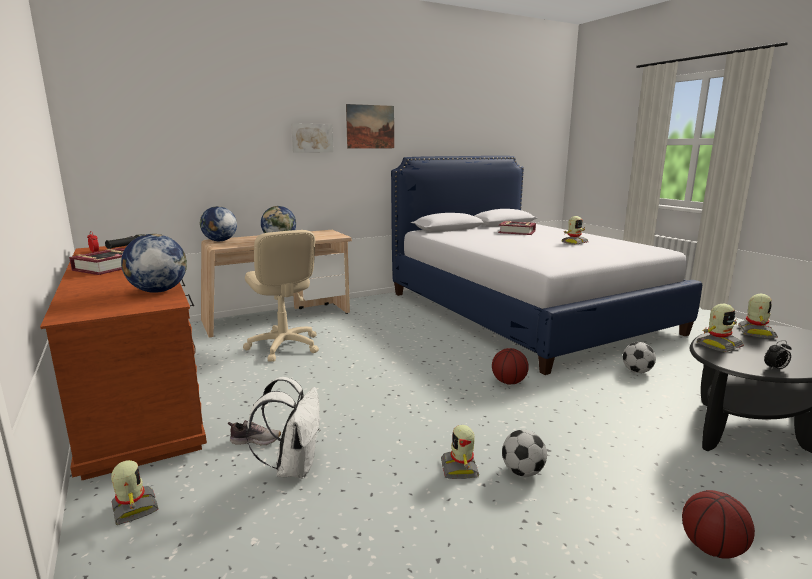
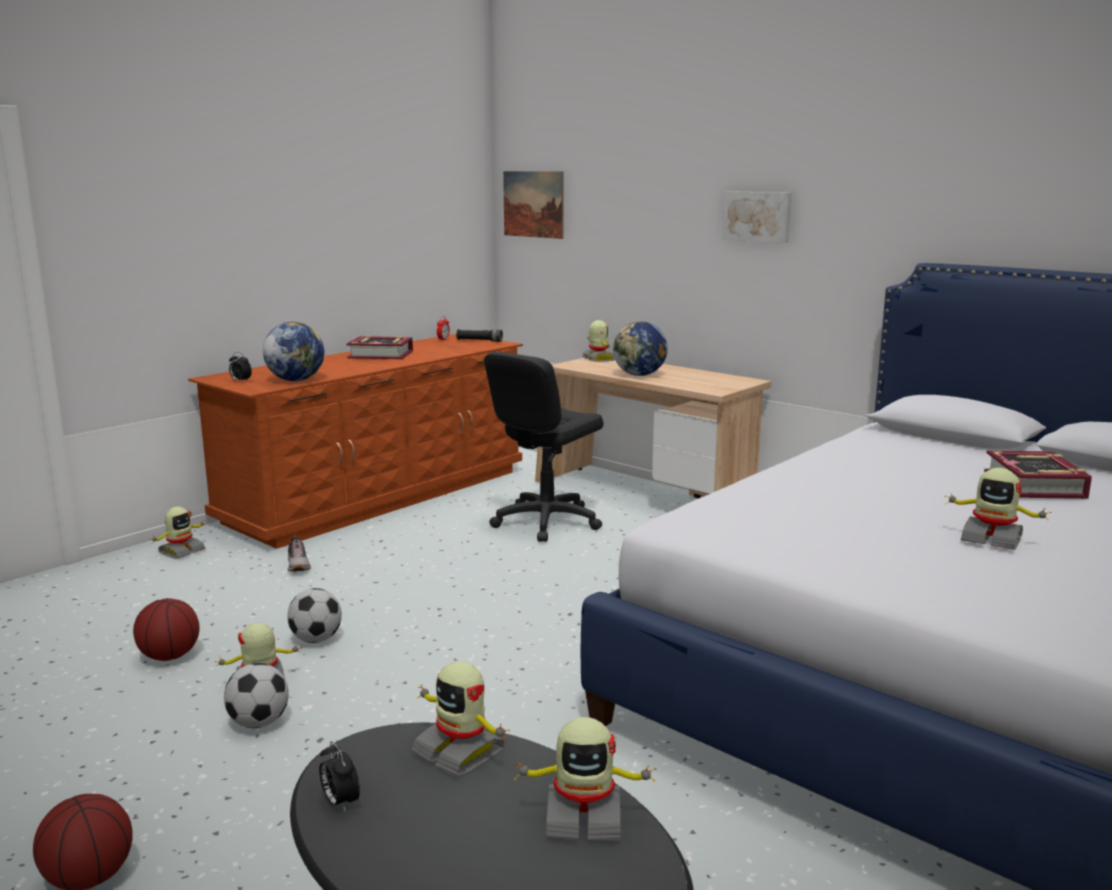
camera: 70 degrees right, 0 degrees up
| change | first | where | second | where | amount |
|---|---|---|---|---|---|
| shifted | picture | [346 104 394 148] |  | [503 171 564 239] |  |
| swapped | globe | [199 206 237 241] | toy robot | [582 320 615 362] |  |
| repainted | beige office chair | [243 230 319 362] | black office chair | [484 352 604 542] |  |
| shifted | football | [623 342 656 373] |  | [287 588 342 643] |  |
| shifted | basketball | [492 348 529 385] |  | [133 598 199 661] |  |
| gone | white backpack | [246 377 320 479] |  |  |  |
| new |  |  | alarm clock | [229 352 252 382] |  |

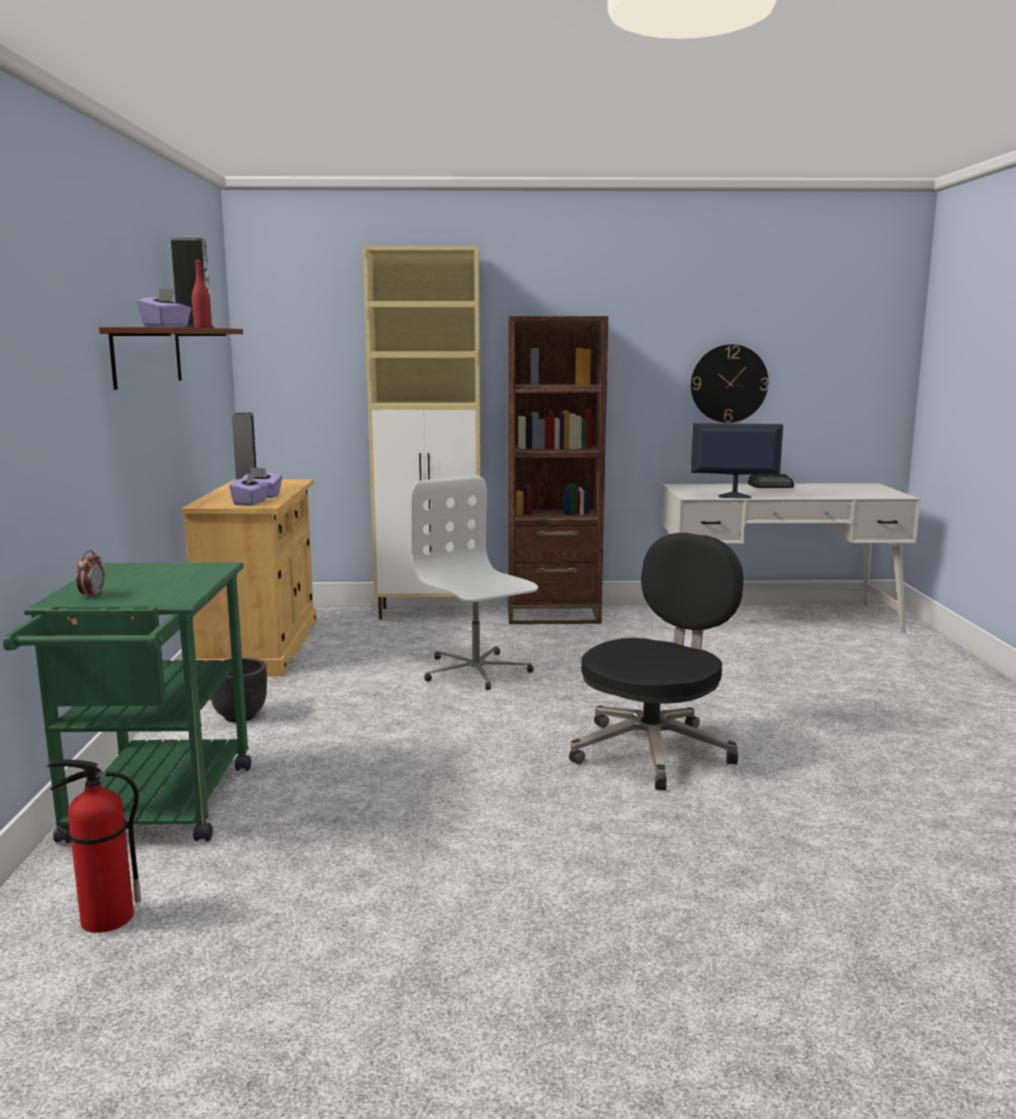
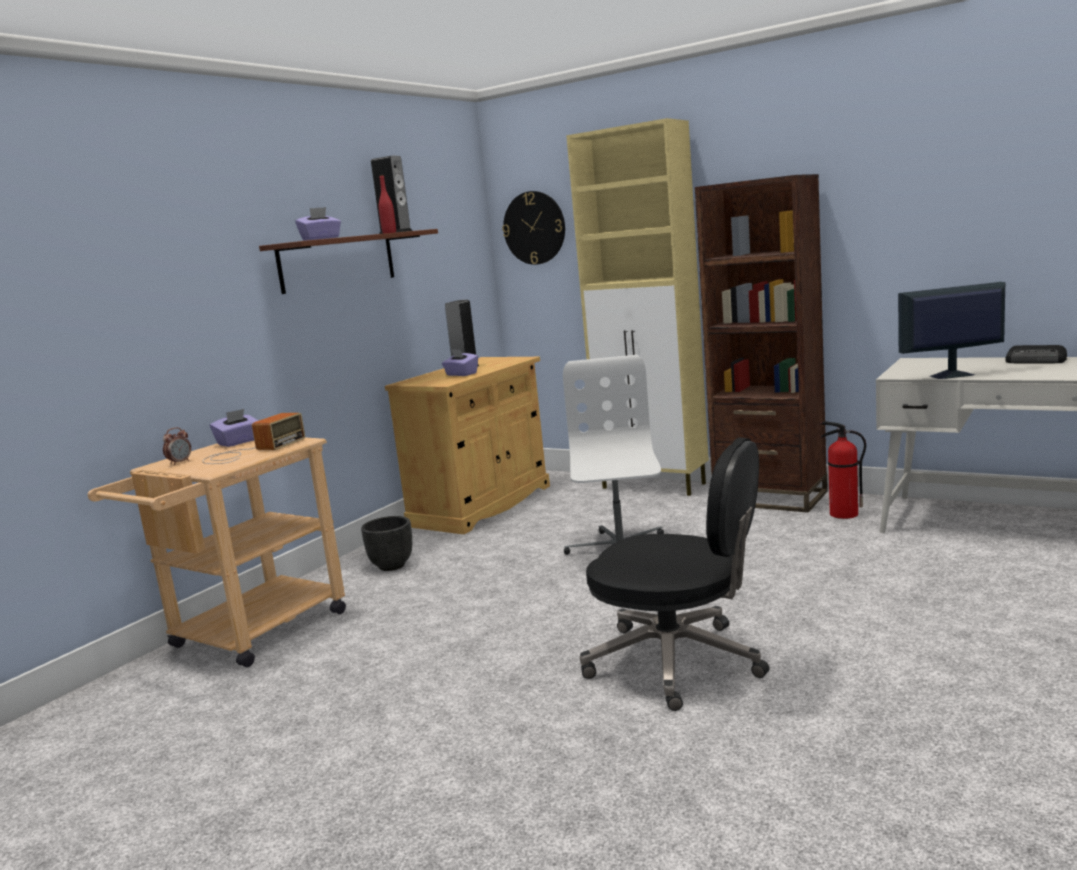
camera: 35 degrees right, 0 degrees up
| change | first | where | second | where | amount |
|---|---|---|---|---|---|
| shifted | wall clock | [691 344 768 423] |  | [502 191 565 265] |  |
| rotated | monitor | [691 423 783 498] |  | [898 282 1005 379] | 45 degrees counterclockwise |
| shifted | purple tissue box | [229 472 269 506] |  | [210 409 259 447] |  |
| rotated | black office chair | [569 533 743 790] |  | [580 437 770 711] | 45 degrees clockwise |
| repainted | green cart | [3 562 251 843] | beige cart | [88 438 346 667] |  |
| shifted | fire extinguisher | [47 759 141 933] |  | [820 422 866 519] |  |
| new |  |  | radio | [202 413 305 464] |  |

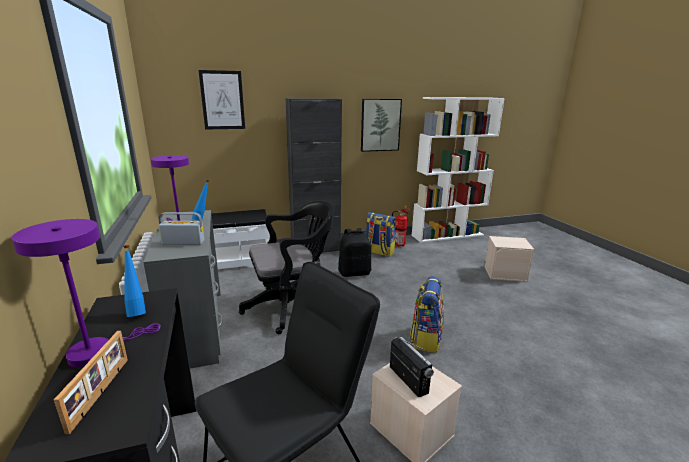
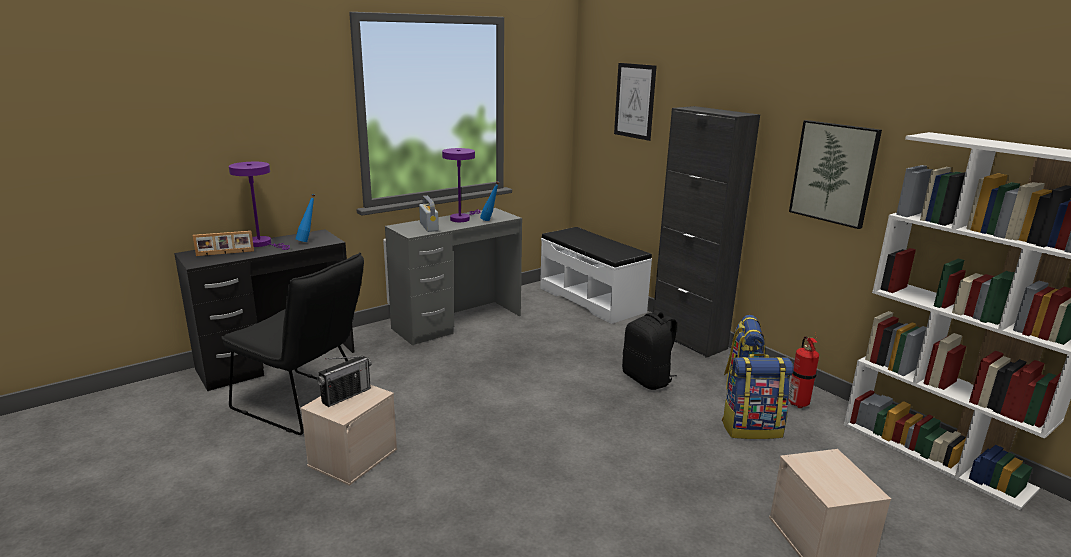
camera: 70 degrees right, 0 degrees up
| change | first | where | second | where | amount |
|---|---|---|---|---|---|
| gone | black office chair | [239 200 334 334] |  |  |  |
| shifted | backpack | [409 276 444 353] |  | [722 354 794 439] |  |

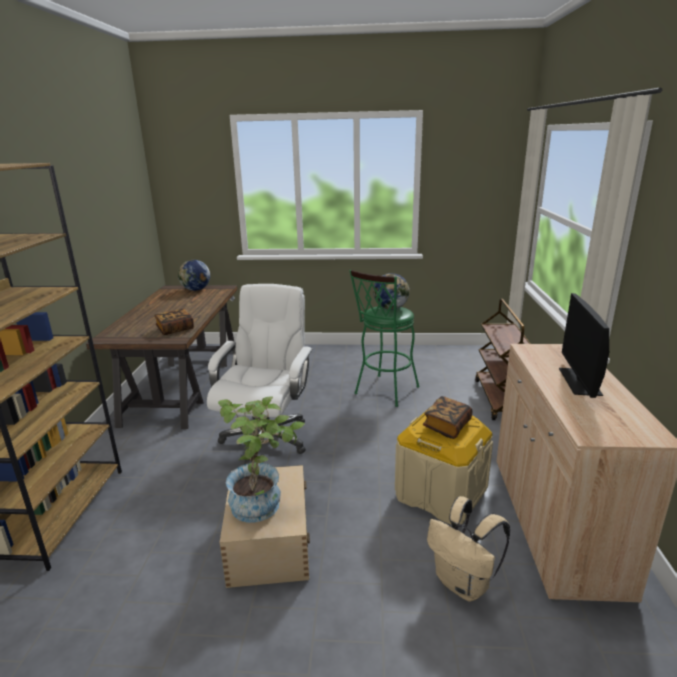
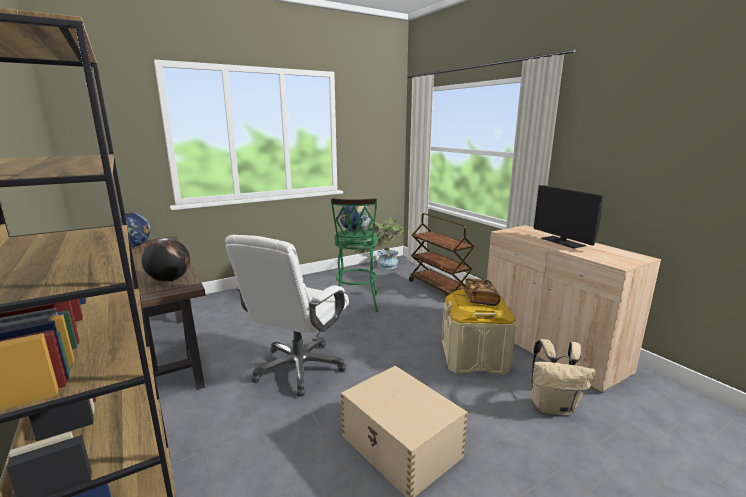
camera: 35 degrees left, 5 degrees down
| change | first | where | second | where | amount |
|---|---|---|---|---|---|
| rotated | white office chair | [207 284 313 465] |  | [225 235 349 397] | 135 degrees counterclockwise |
| swapped | book | [154 309 194 335] | globe | [142 238 190 282] |  |
| shifted | potted plant | [218 396 305 523] |  | [375 218 404 269] |  |

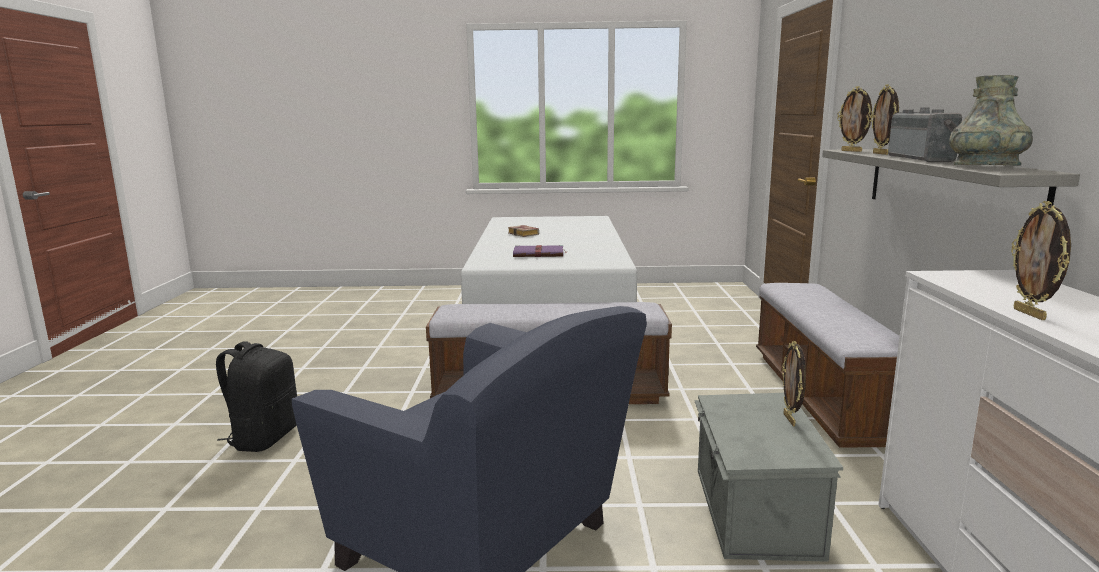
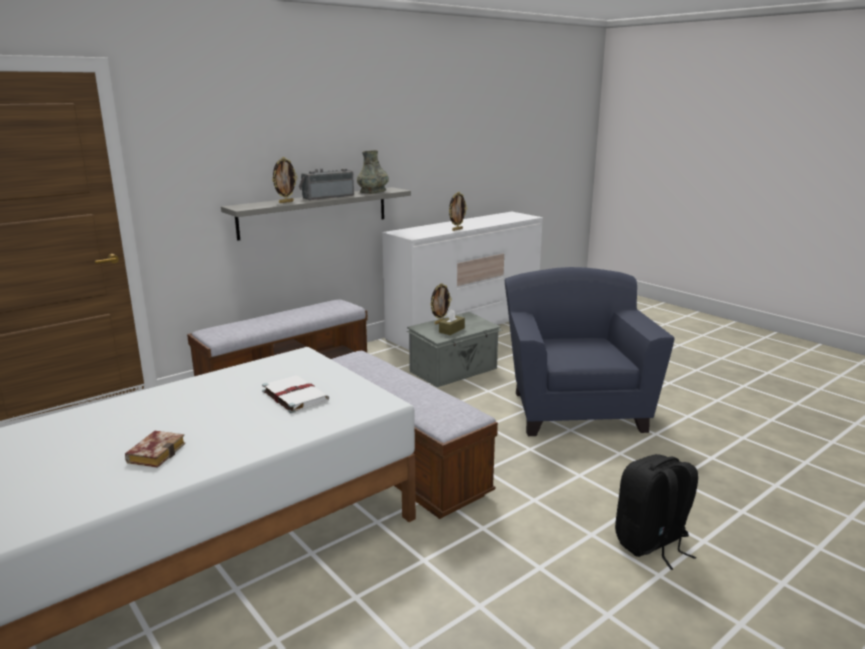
camera: 130 degrees left, 5 degrees up
| change | first | where | second | where | amount |
|---|---|---|---|---|---|
| gone | picture frame | [837 86 873 152] |  |  |  |
| repainted | purple book | [513 245 568 257] | white book | [262 375 329 413] |  |
| new |  |  | brown tissue box | [439 309 465 335] |  |

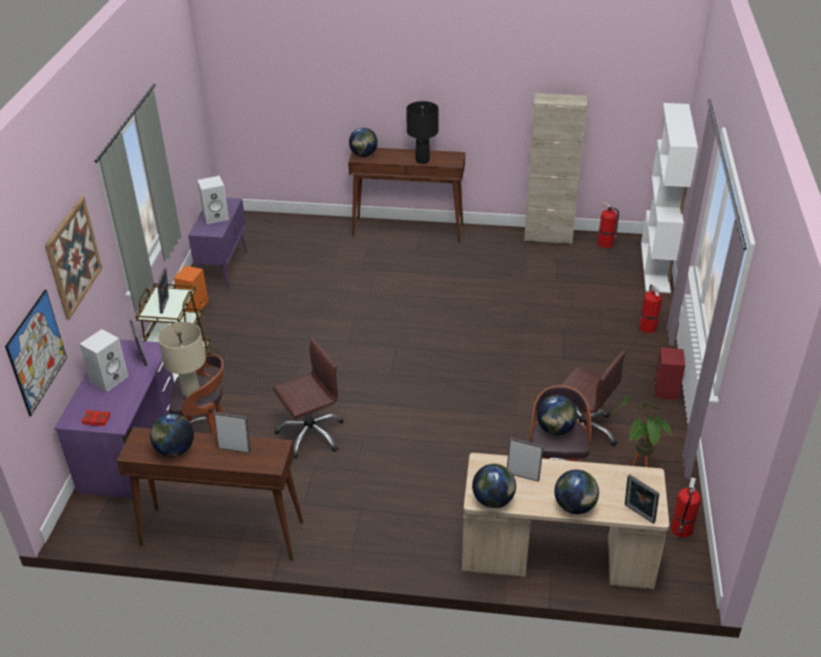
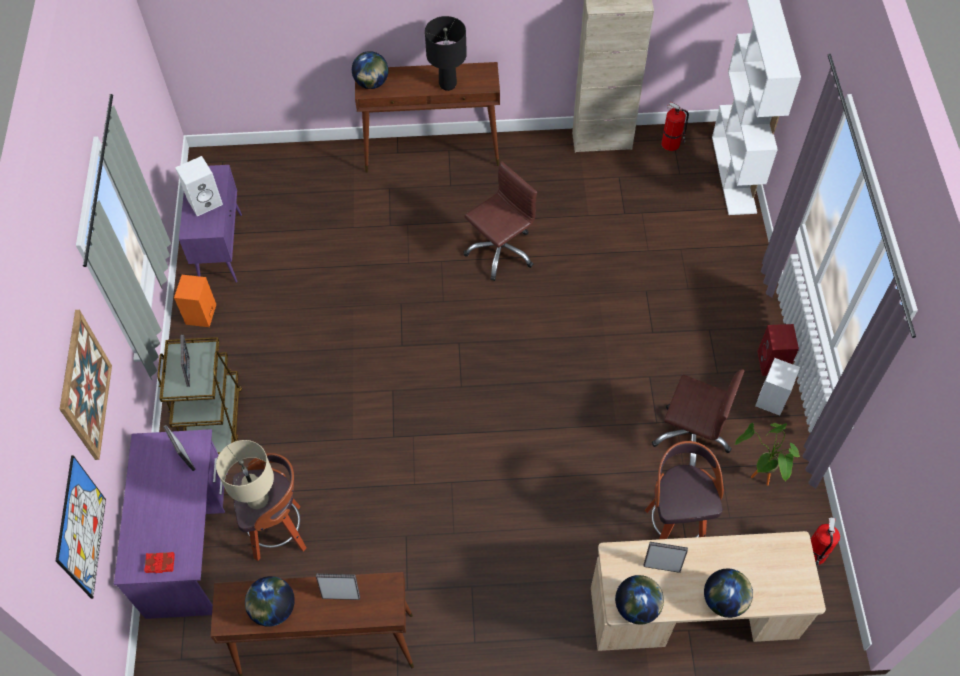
camera: 10 degrees left, 20 degrees up
| change | first | where | second | where | amount |
|---|---|---|---|---|---|
| gone | fire extinguisher | [639 284 662 333] |  |  |  |
| shifted | white speaker | [79 329 128 392] |  | [755 358 800 416] |  |
| shifted | brown office chair | [273 338 344 459] |  | [464 161 537 281] |  |
| gone | globe | [537 395 577 435] |  |  |  |
| gone | picture frame | [625 474 659 524] |  |  |  |

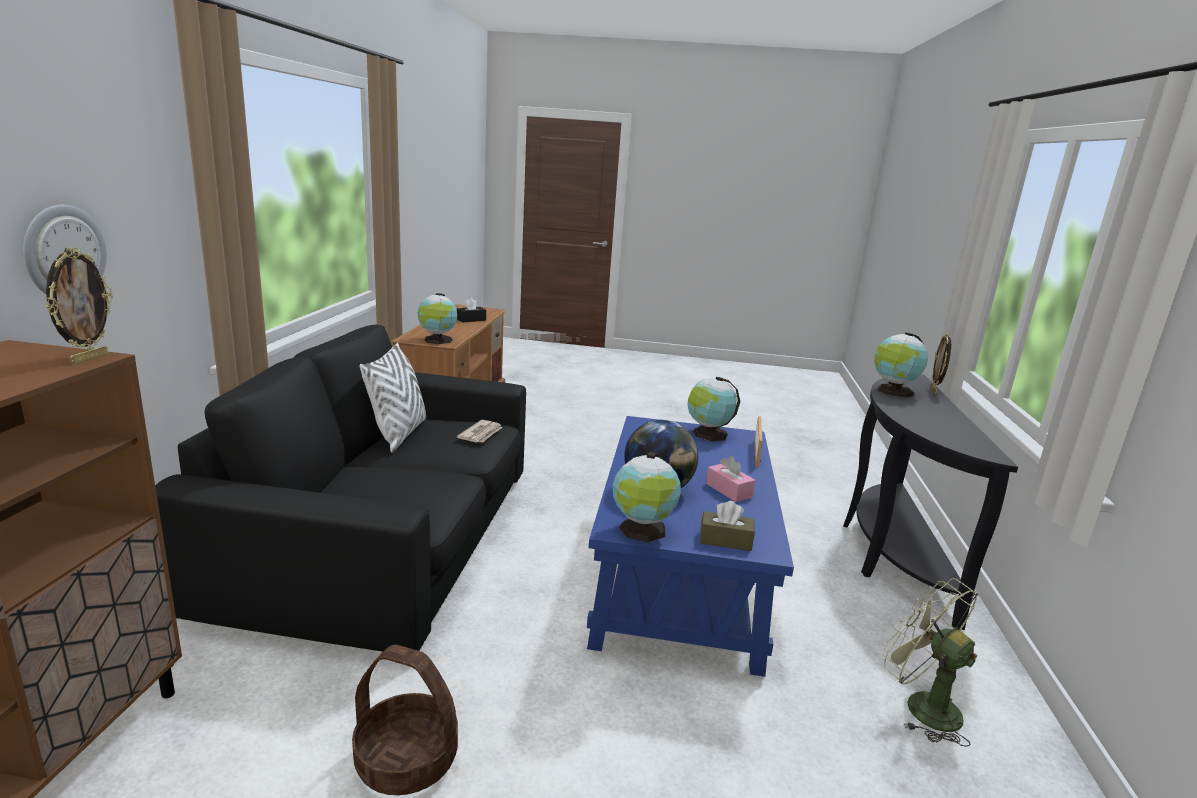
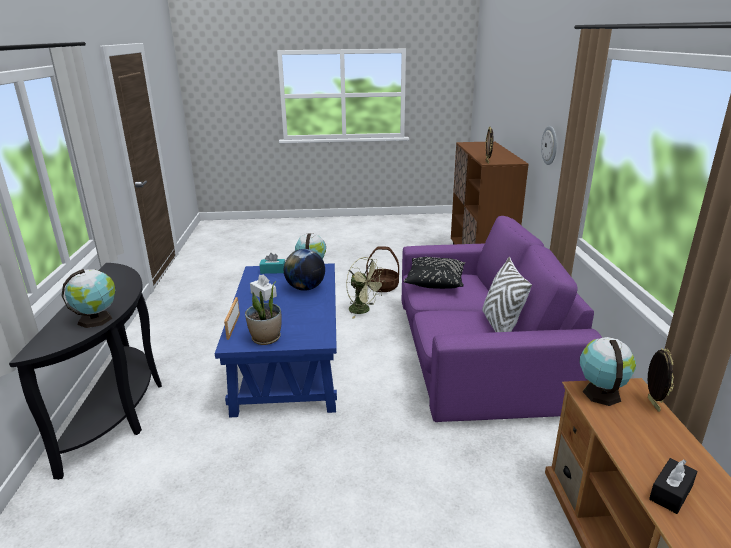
camera: 170 degrees right, 5 degrees up
| change | first | where | second | where | amount |
|---|---|---|---|---|---|
| repainted | black sofa | [155 325 526 652] | purple sofa | [402 216 602 422] |  |
| shifted | picture frame | [930 333 951 394] |  | [648 348 674 412] |  |
| swapped | globe | [688 377 740 441] | potted plant | [245 281 282 345] |  |
| gone | newspaper | [457 420 502 443] |  |  |  |
| repainted | pink tissue box | [706 456 756 502] | white tissue box | [250 274 277 301] |  |
| repainted | brown tissue box | [700 501 755 551] | turquoise tissue box | [259 253 285 274] |  |
| shifted | green fan | [883 578 978 747] |  | [346 257 385 318] |  |
| new |  |  | black pillow | [403 257 465 289] |  |

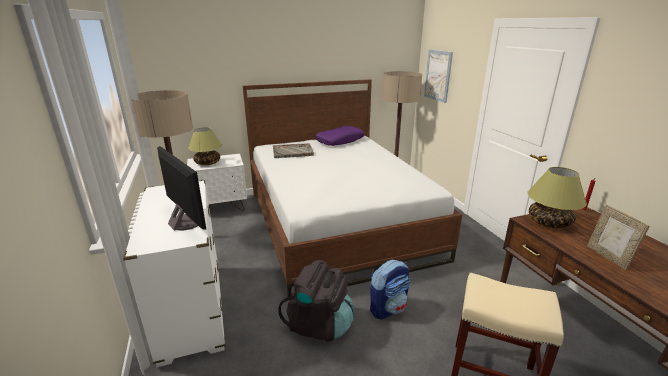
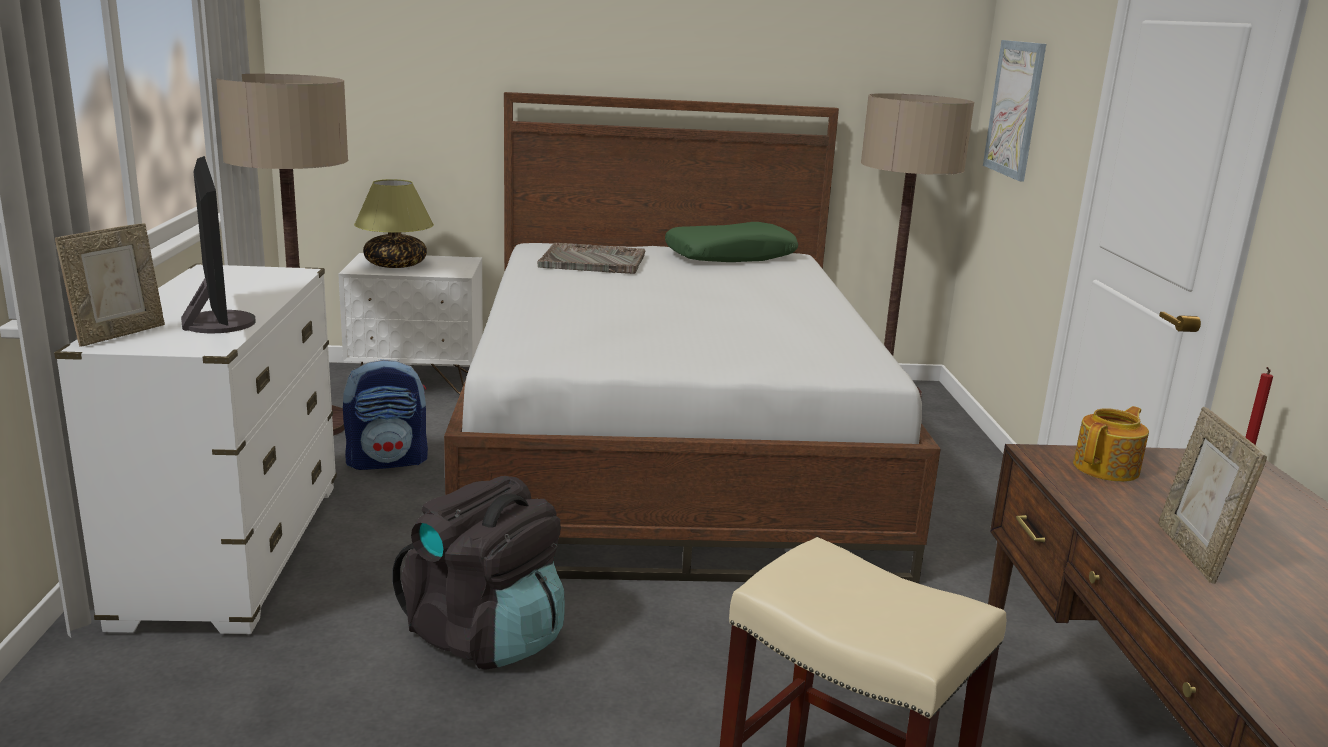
camera: 15 degrees right, 5 degrees down
| change | first | where | second | where | amount |
|---|---|---|---|---|---|
| repainted | purple pillow | [315 126 364 146] | green pillow | [665 222 798 262] |  |
| swapped | table lamp | [527 167 587 228] | teapot | [1073 406 1149 482] |  |
| shifted | backpack | [370 260 410 319] |  | [343 359 428 470] |  |
| new |  |  | picture frame | [55 223 165 347] |  |

